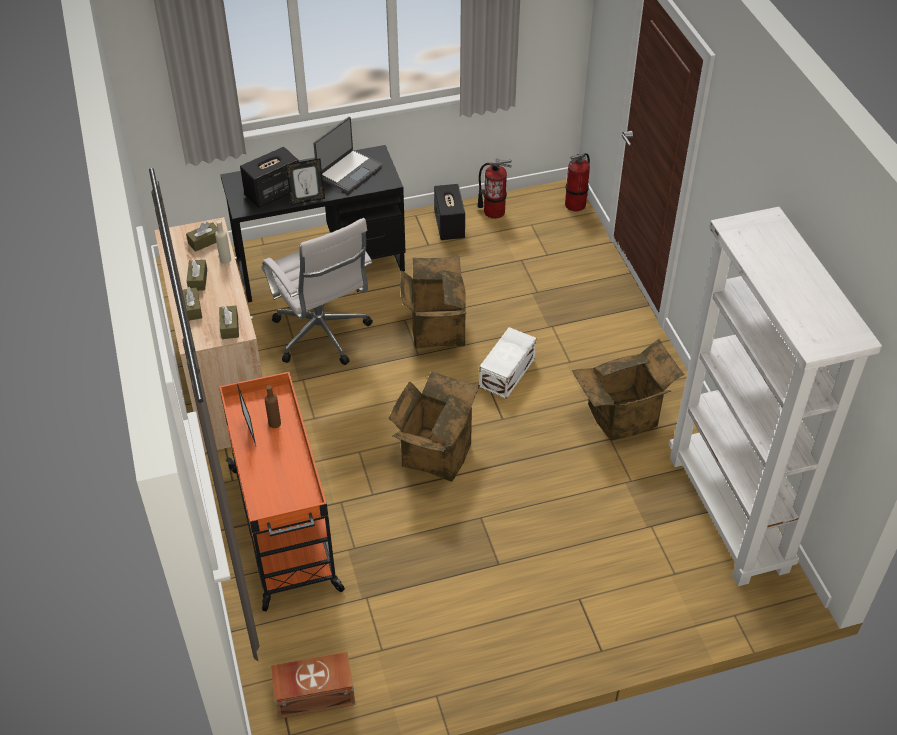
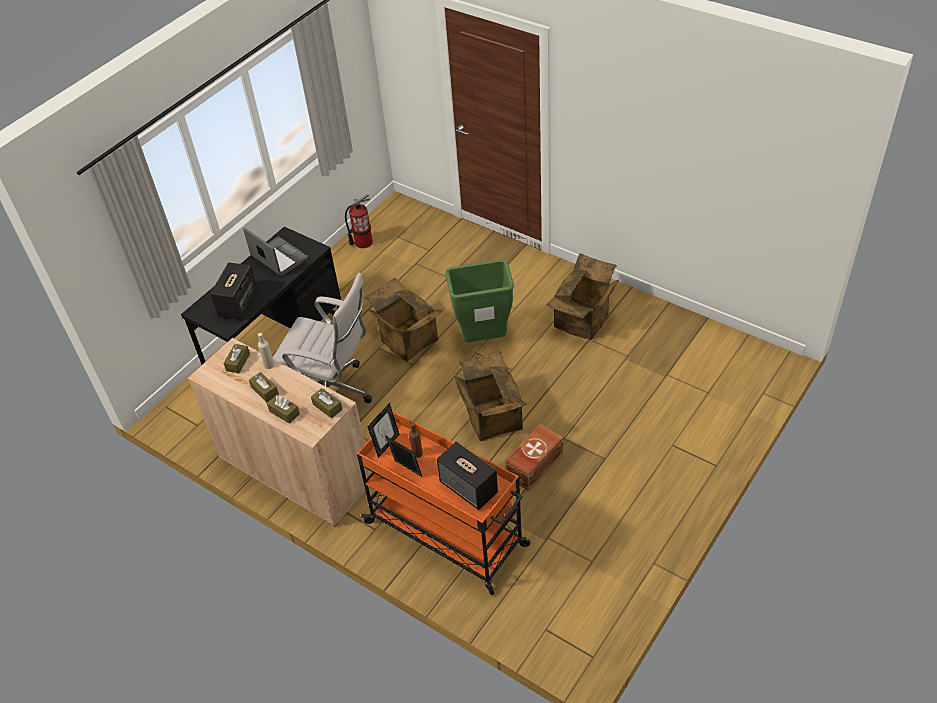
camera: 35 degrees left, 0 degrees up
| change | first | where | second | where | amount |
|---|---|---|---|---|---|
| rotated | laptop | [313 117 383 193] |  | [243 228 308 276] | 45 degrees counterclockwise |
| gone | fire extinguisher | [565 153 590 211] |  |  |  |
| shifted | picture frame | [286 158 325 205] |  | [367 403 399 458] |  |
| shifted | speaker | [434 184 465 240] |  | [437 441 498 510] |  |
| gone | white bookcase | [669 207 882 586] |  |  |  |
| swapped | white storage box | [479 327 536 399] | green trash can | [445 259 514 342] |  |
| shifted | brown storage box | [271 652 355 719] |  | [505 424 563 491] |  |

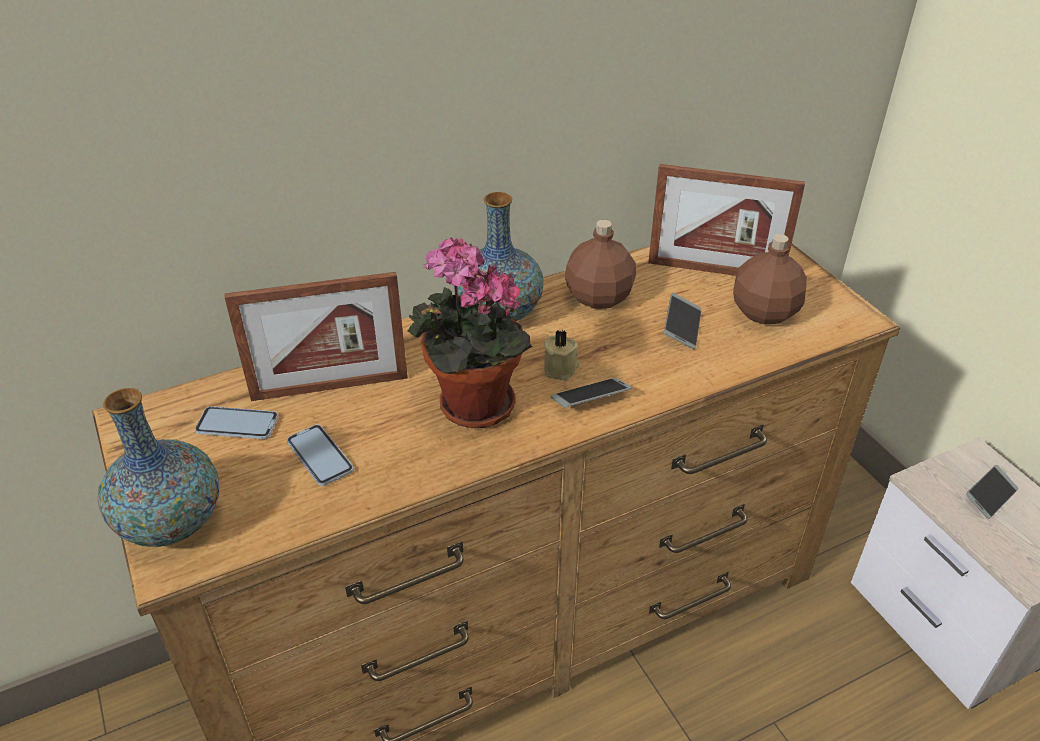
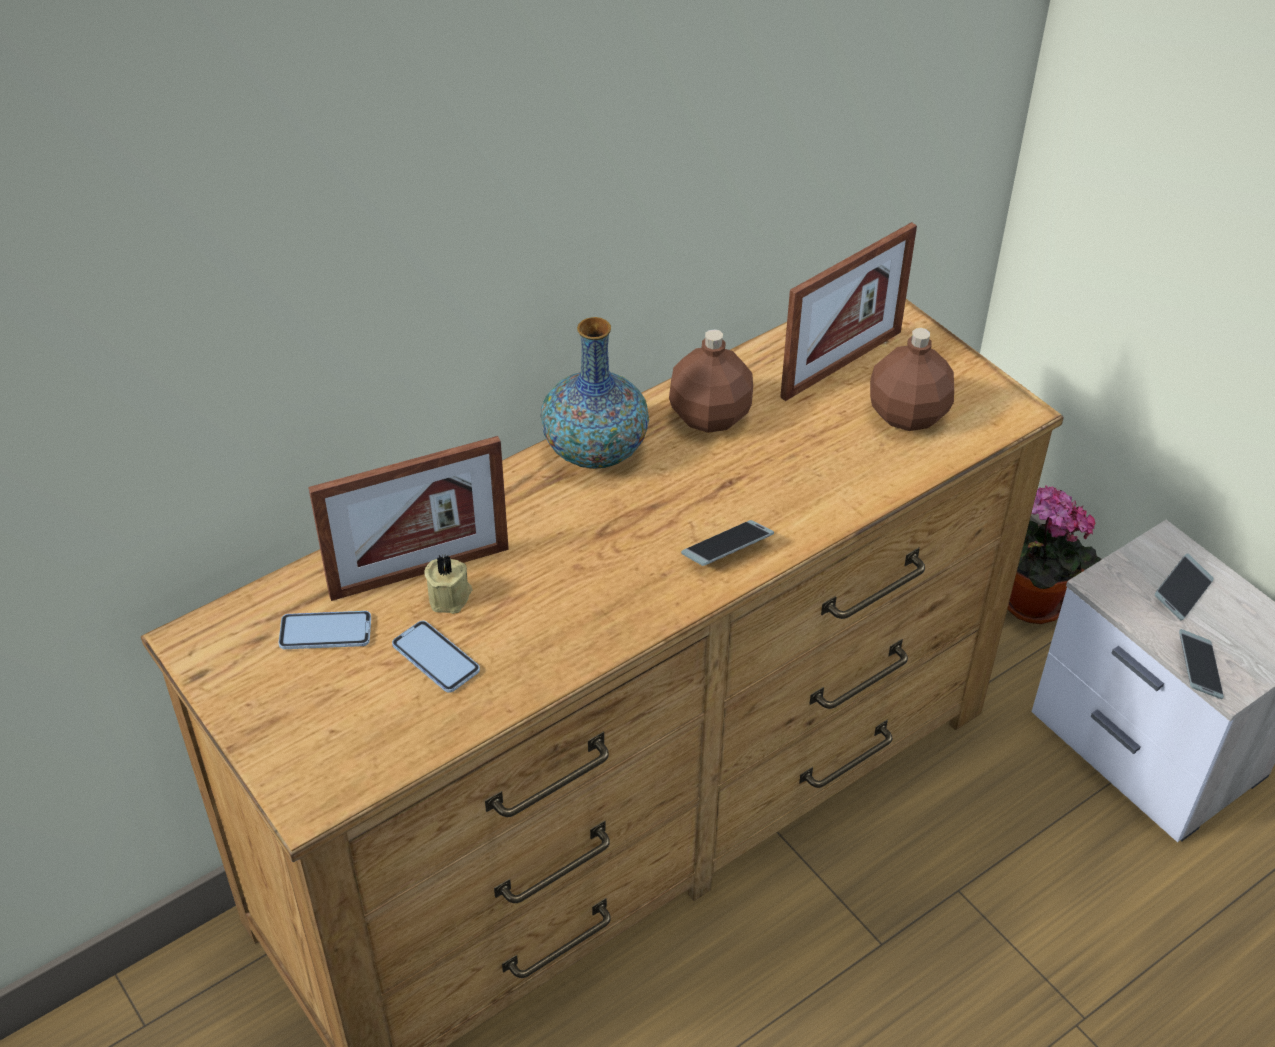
camera: 10 degrees left, 5 degrees up
| change | first | where | second | where | amount |
|---|---|---|---|---|---|
| rotated | picture frame | [648 164 805 276] |  | [780 222 917 401] | 45 degrees counterclockwise |
| shifted | potted plant | [408 237 533 428] |  | [1007 485 1101 624] |  |
| shifted | phone | [664 293 702 349] |  | [1179 629 1224 699] |  |
| shifted | beige candle | [544 330 580 381] |  | [424 555 473 614] |  |
| gone | vase | [98 388 219 547] |  |  |  |

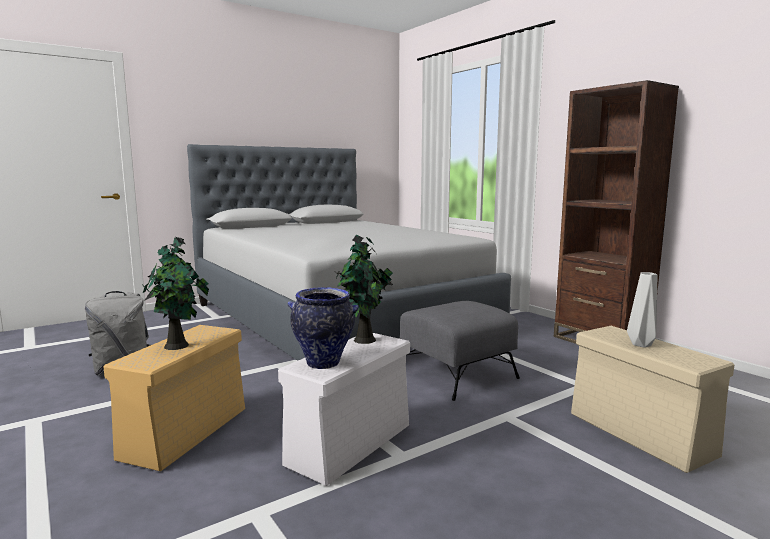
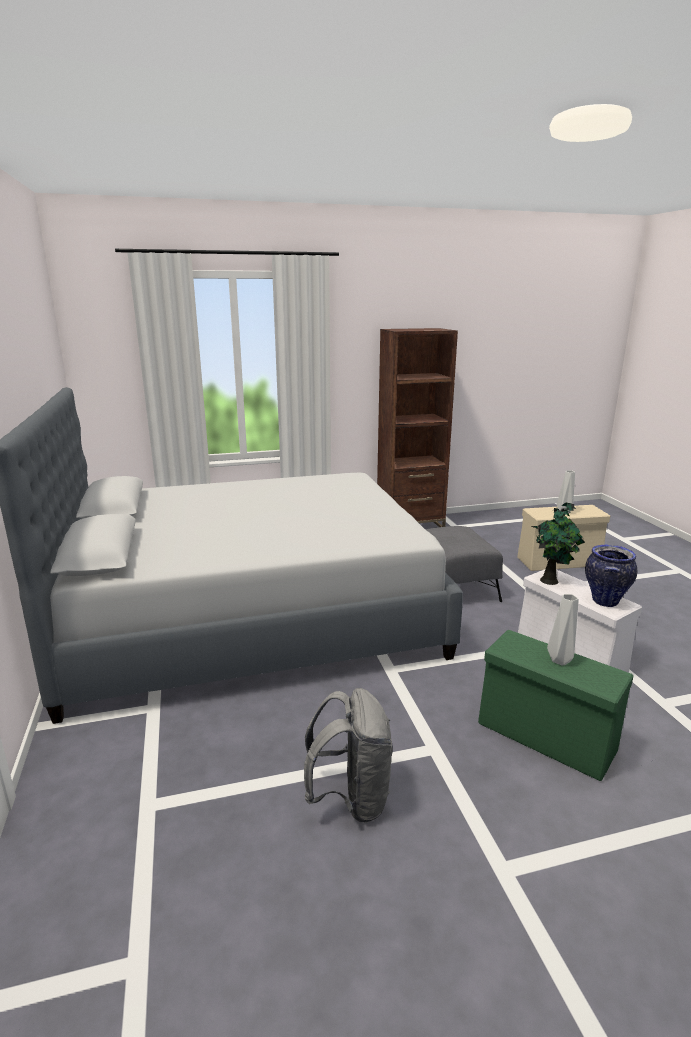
camera: 70 degrees left, 10 degrees up
| change | first | where | second | where | amount |
|---|---|---|---|---|---|
| swapped | potted plant | [143 237 209 350] | grey vase | [547 594 579 666] |  |
| repainted | beige storage box | [104 325 245 471] | green storage box | [478 630 633 781] |  |

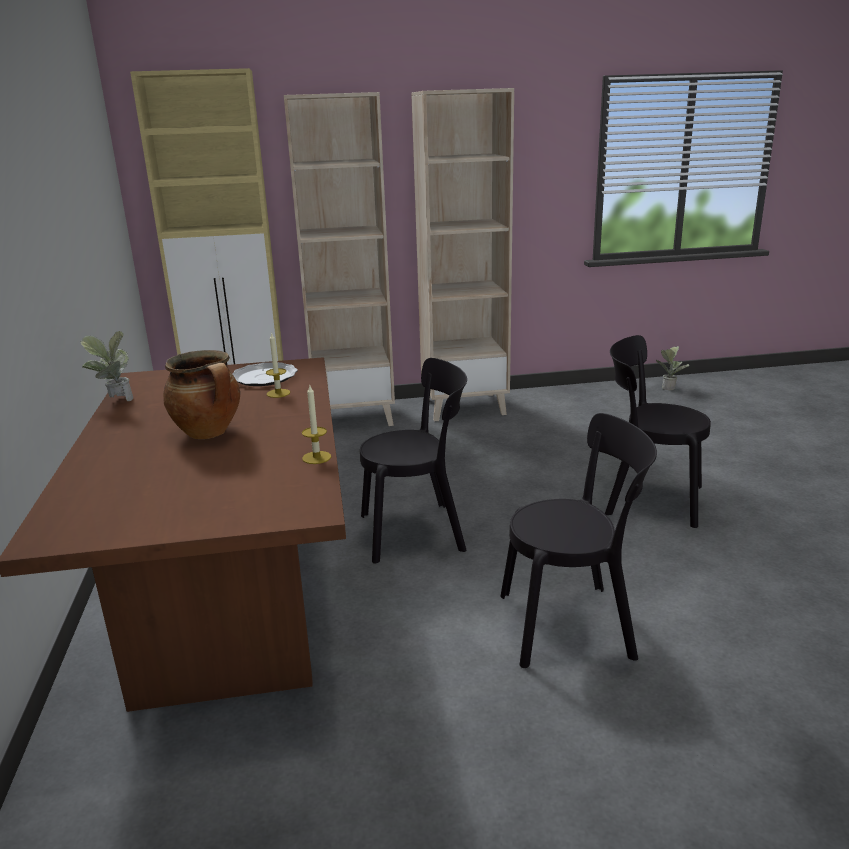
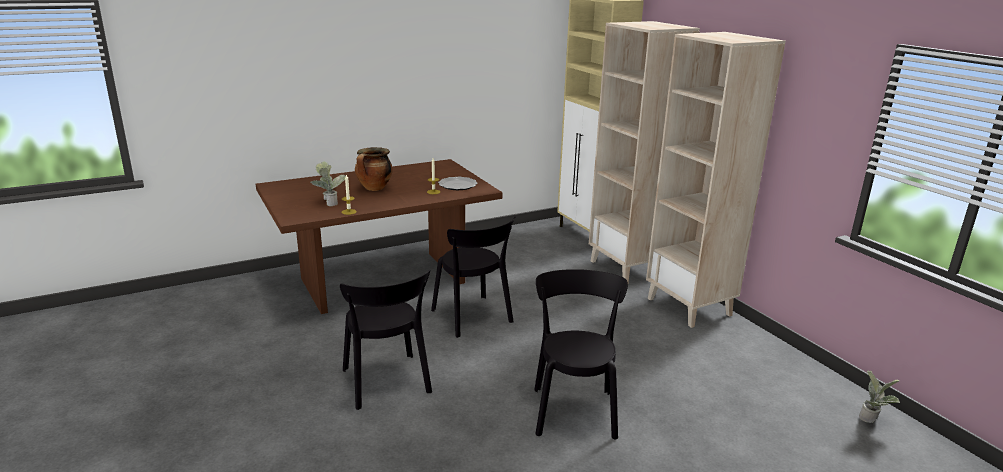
camera: 70 degrees right, 0 degrees up
| change | first | where | second | where | amount |
|---|---|---|---|---|---|
| shifted | potted plant | [80 331 133 401] |  | [310 161 346 206] |  |

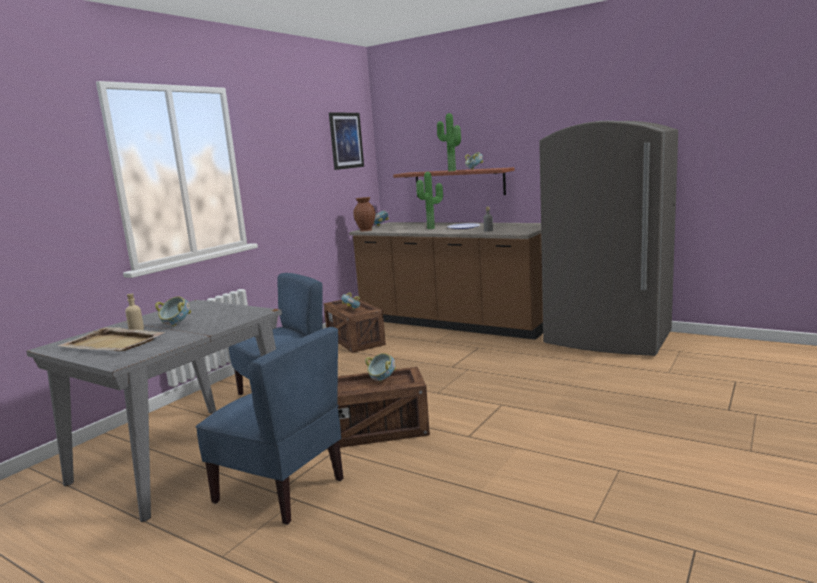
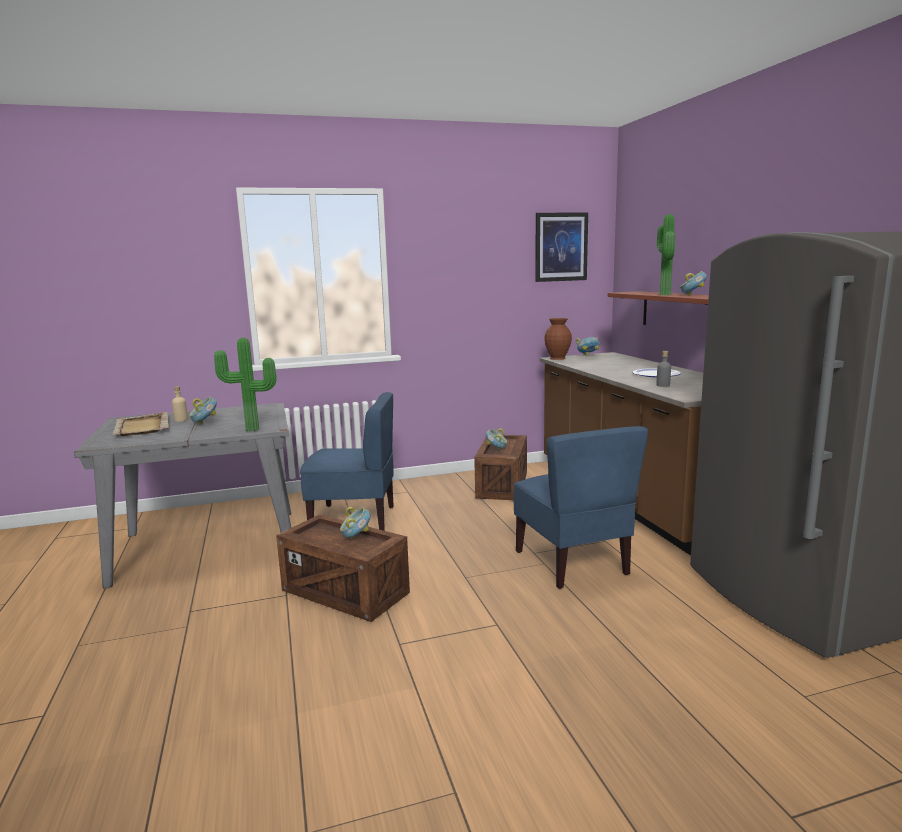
camera: 40 degrees right, 0 degrees up
| change | first | where | second | where | amount |
|---|---|---|---|---|---|
| shifted | potted plant | [416 172 443 229] |  | [214 338 277 432] |  |
| shifted | blue chair | [196 327 343 525] |  | [514 426 648 589] |  |

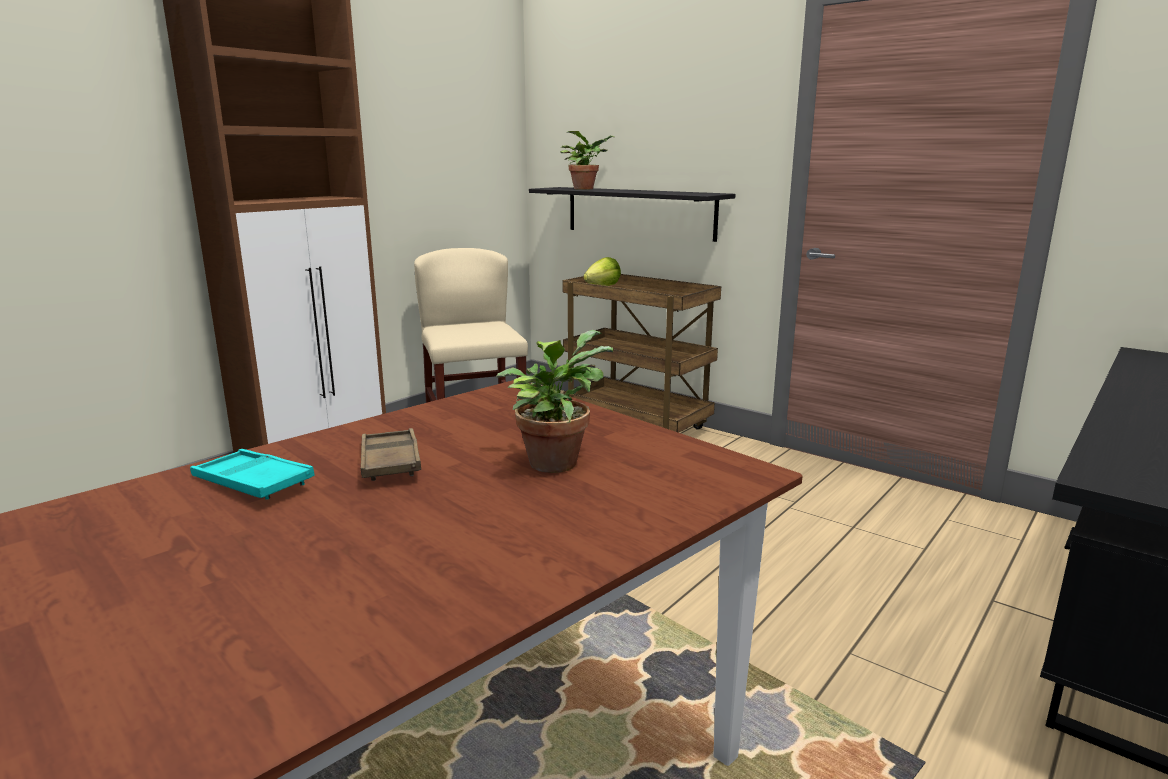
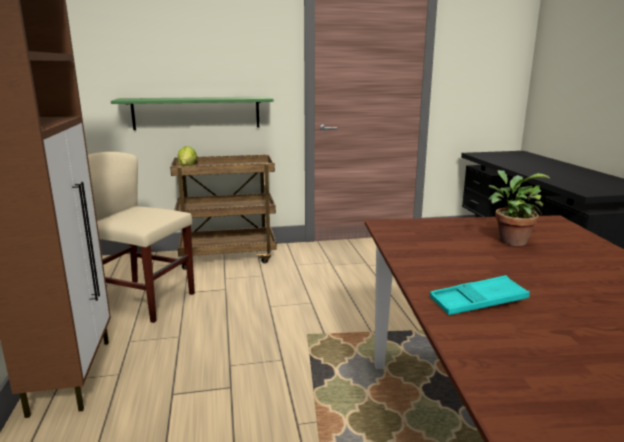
camera: 50 degrees left, 0 degrees up
| change | first | where | second | where | amount |
|---|---|---|---|---|---|
| gone | potted plant | [560 131 615 190] |  |  |  |
| repainted | black shelf | [529 187 736 242] | green shelf | [111 97 274 130] |  |
| gone | brown tray | [360 428 421 481] |  |  |  |

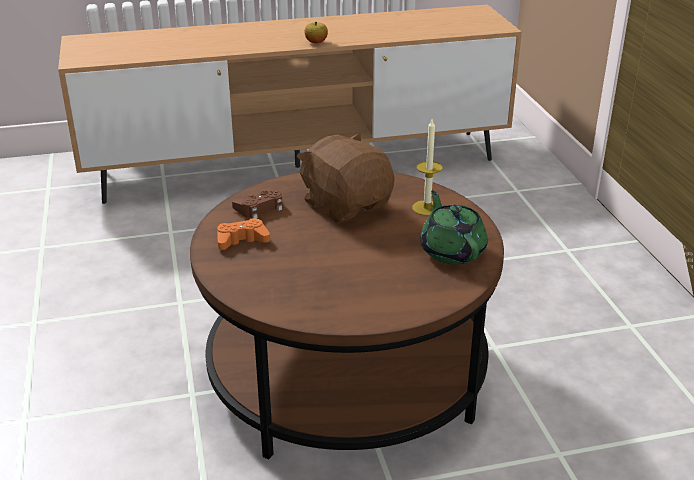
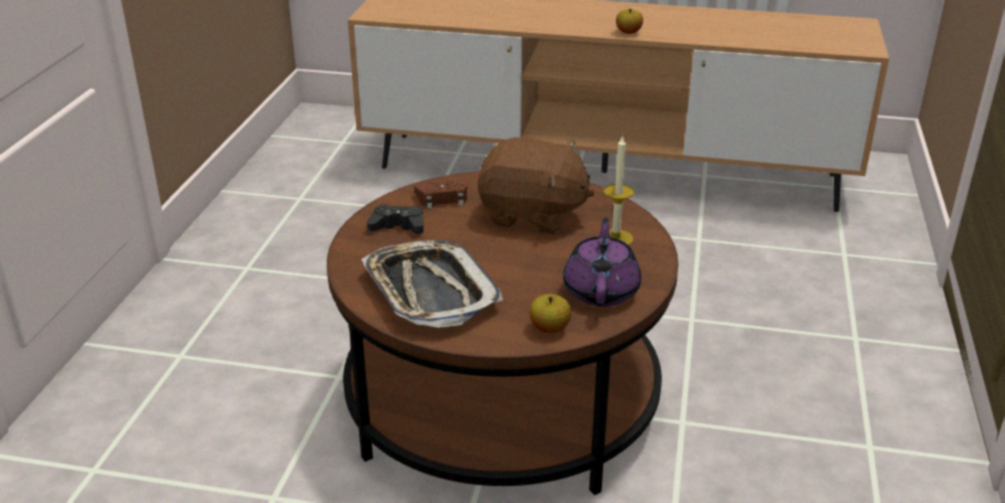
camera: 25 degrees right, 0 degrees up
| change | first | where | second | where | amount |
|---|---|---|---|---|---|
| rotated | brown plush toy | [297 134 395 223] |  | [478 137 595 234] | 120 degrees clockwise |
| repainted | green teapot | [420 190 488 264] | purple teapot | [563 218 641 306] |  |
| repainted | orange game controller | [217 218 270 250] | black game controller | [367 204 424 234] |  |
| new |  |  | tray | [361 240 503 328] |  |
| new |  |  | apple | [529 294 571 333] |  |

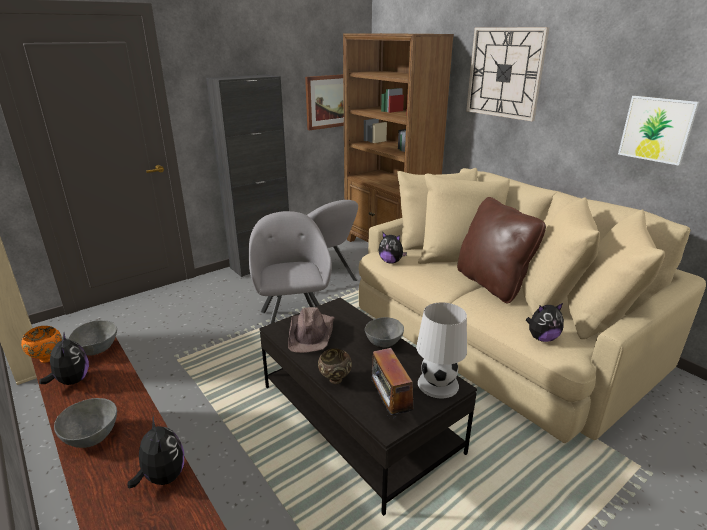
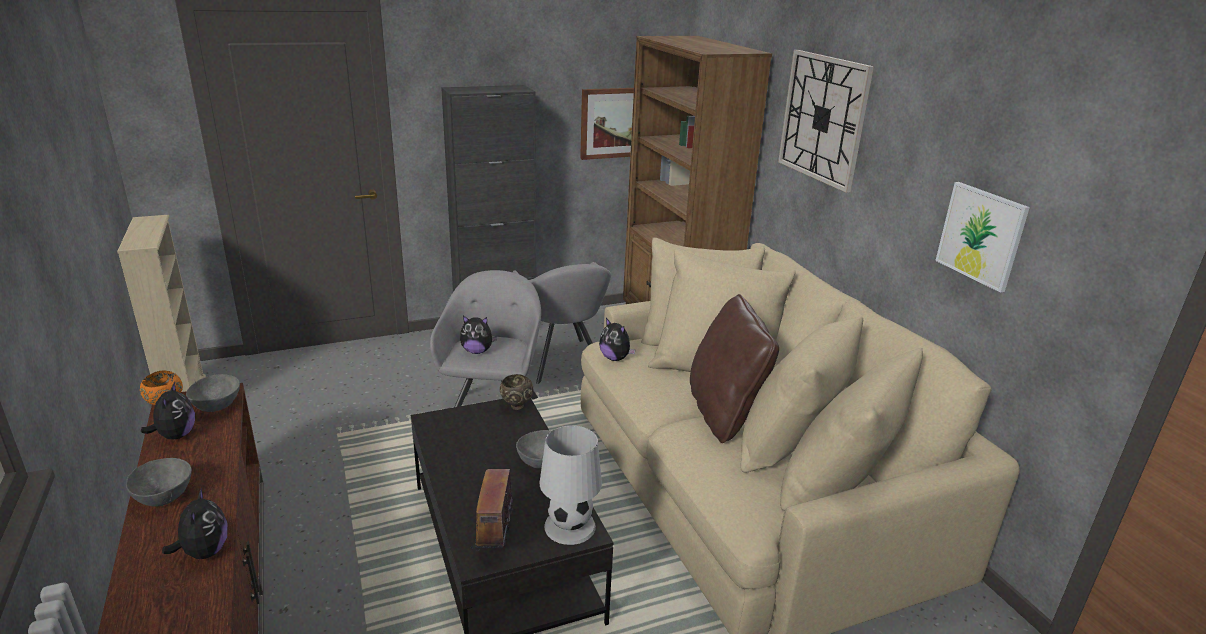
camera: 15 degrees right, 0 degrees up
| change | first | where | second | where | amount |
|---|---|---|---|---|---|
| shifted | plush toy | [526 303 564 342] |  | [460 316 497 354] |  |
| gone | brown hat | [288 307 335 353] |  |  |  |
| shifted | brown bowl | [318 348 352 384] |  | [500 374 533 410] |  |

